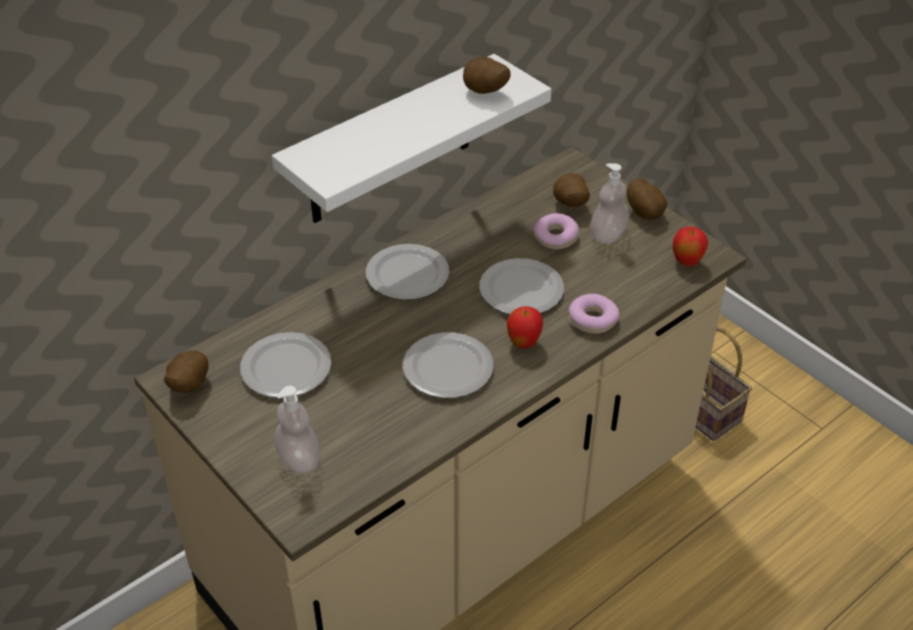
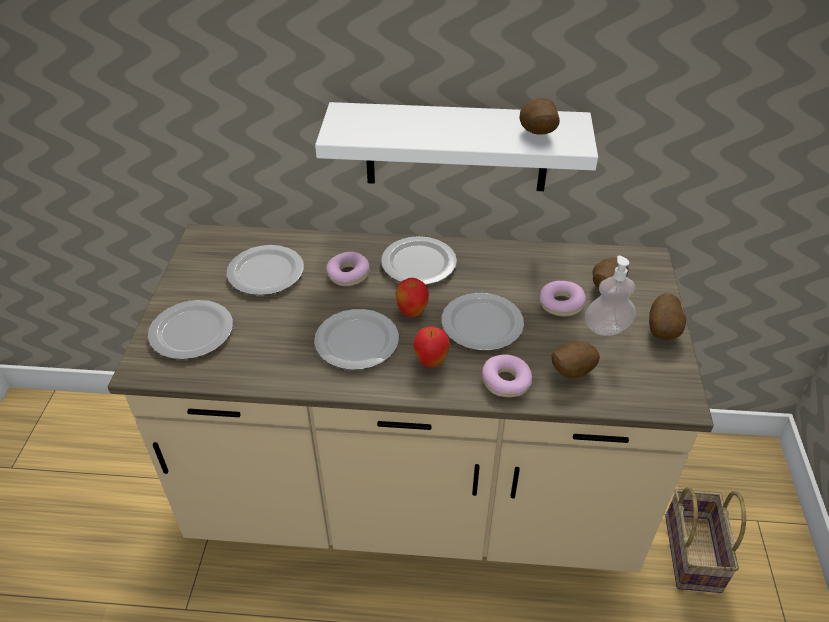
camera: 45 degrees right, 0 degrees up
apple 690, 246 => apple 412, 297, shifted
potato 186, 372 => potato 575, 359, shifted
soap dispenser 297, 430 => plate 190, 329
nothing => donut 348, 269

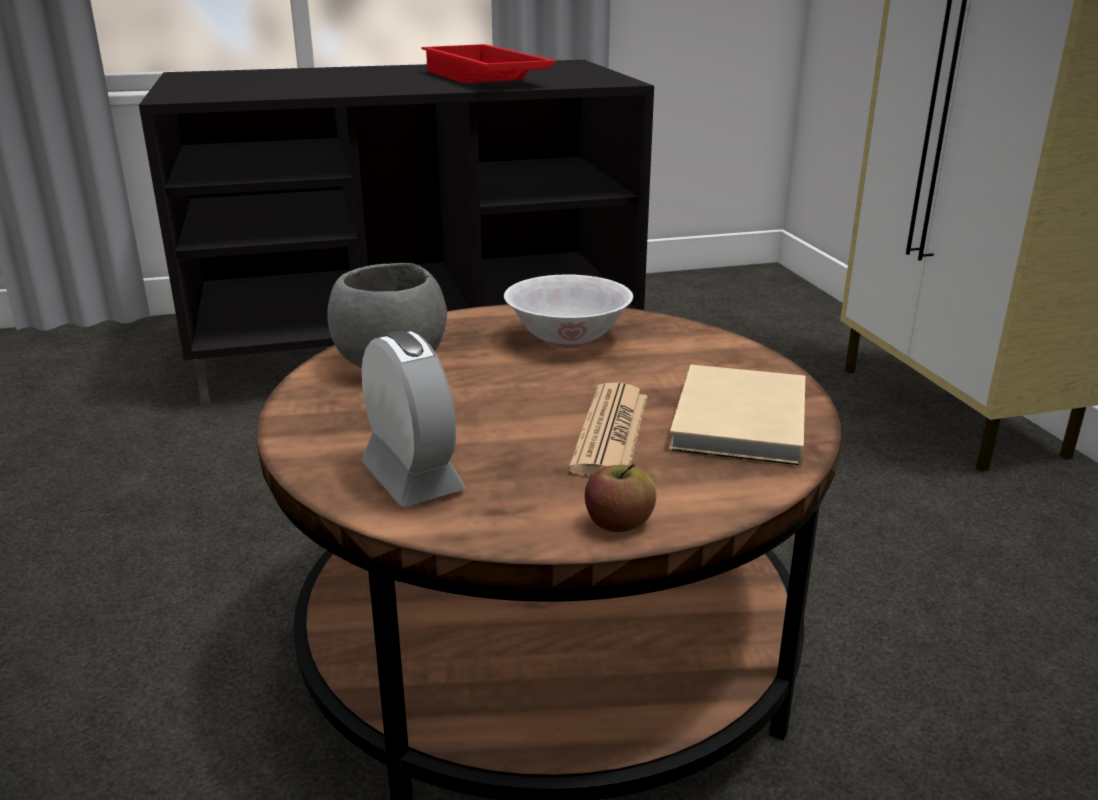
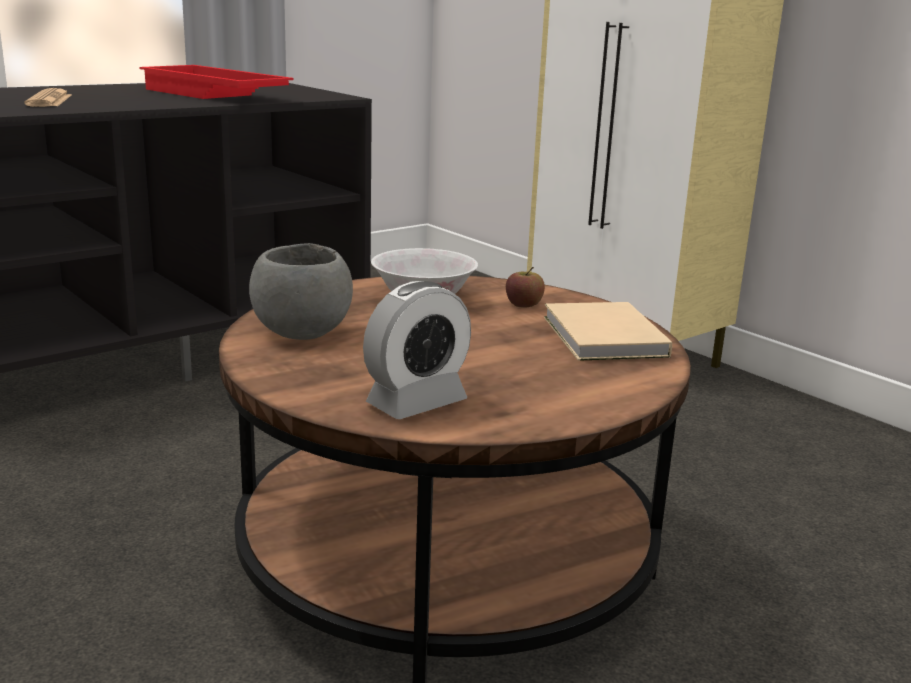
camera: 25 degrees left, 5 degrees down
alarm clock 413, 418 => alarm clock 417, 350, 105 degrees clockwise
newspaper 608, 429 => newspaper 47, 97, shifted
apple 620, 498 => apple 525, 287, shifted

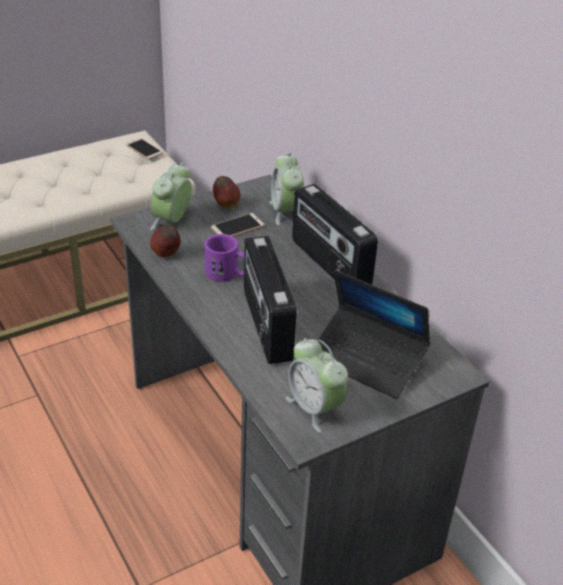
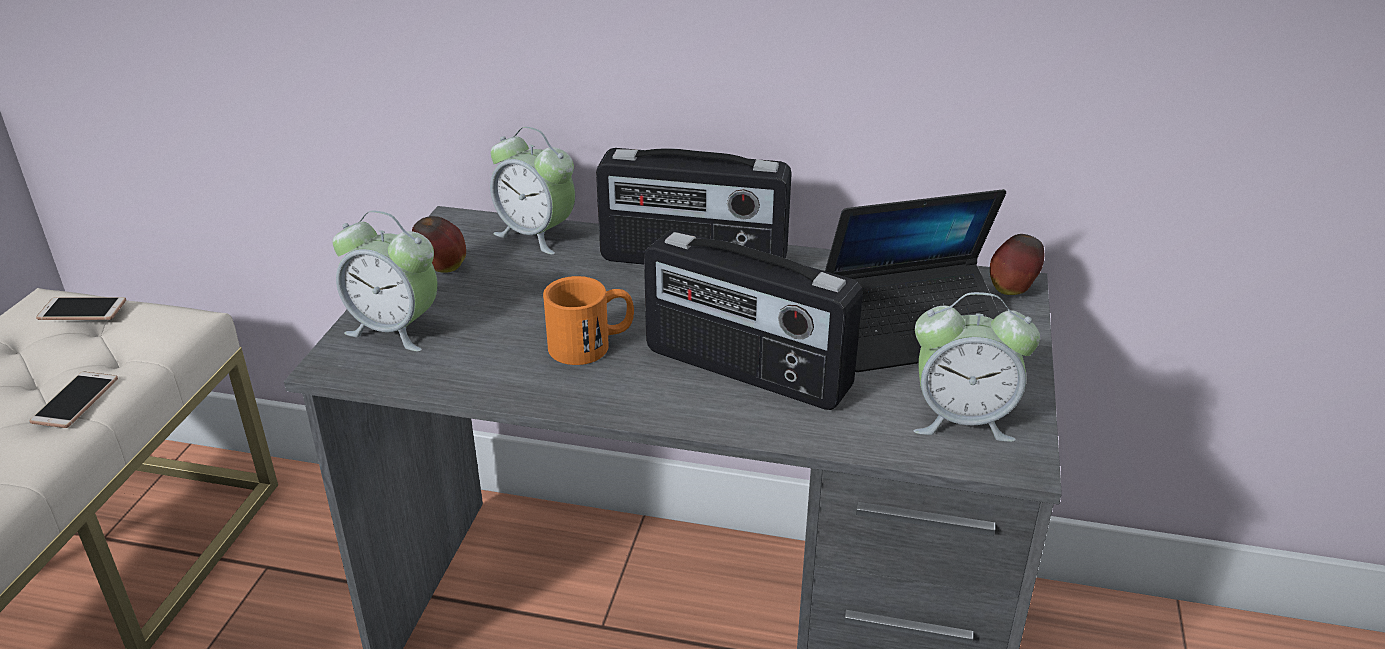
camera: 45 degrees left, 5 degrees down
alarm clock 171, 196 => alarm clock 385, 281, 45 degrees counterclockwise
phone 238, 225 => phone 73, 400, shifted
apple 165, 241 => apple 1017, 264, shifted
mug/purple 224, 258 => mug/orange 588, 320

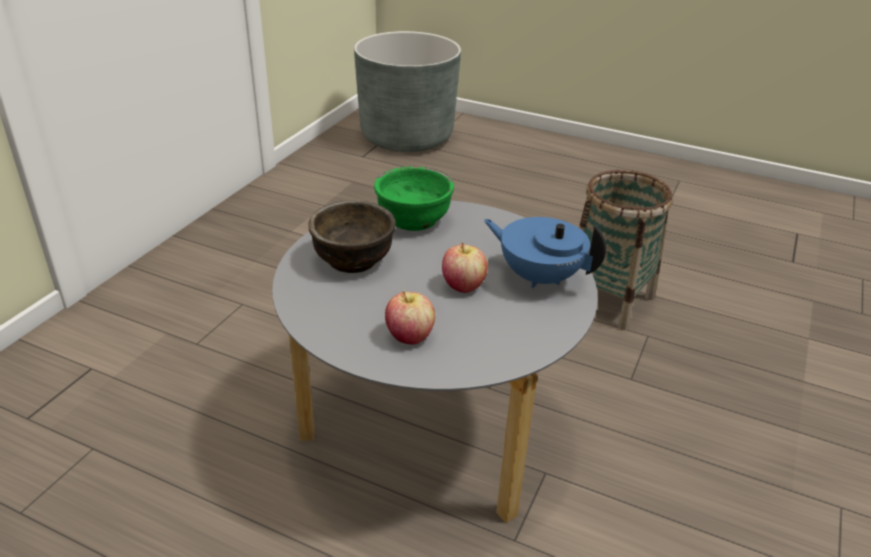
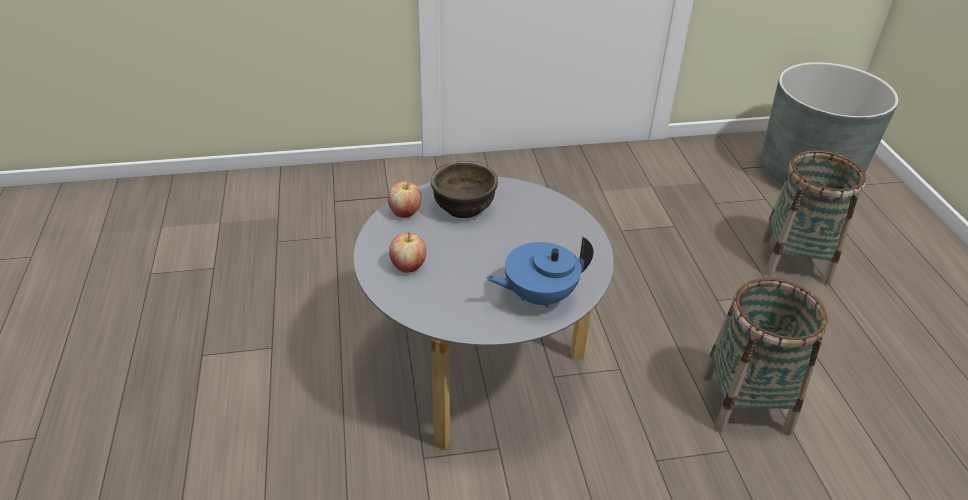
camera: 55 degrees right, 5 degrees up
bowl/green 414, 198 => nothing
teapot/blue 545, 252 => teapot/blue 539, 272, 105 degrees counterclockwise
apple 465, 267 => apple 405, 199, shifted
nothing => basket 813, 217

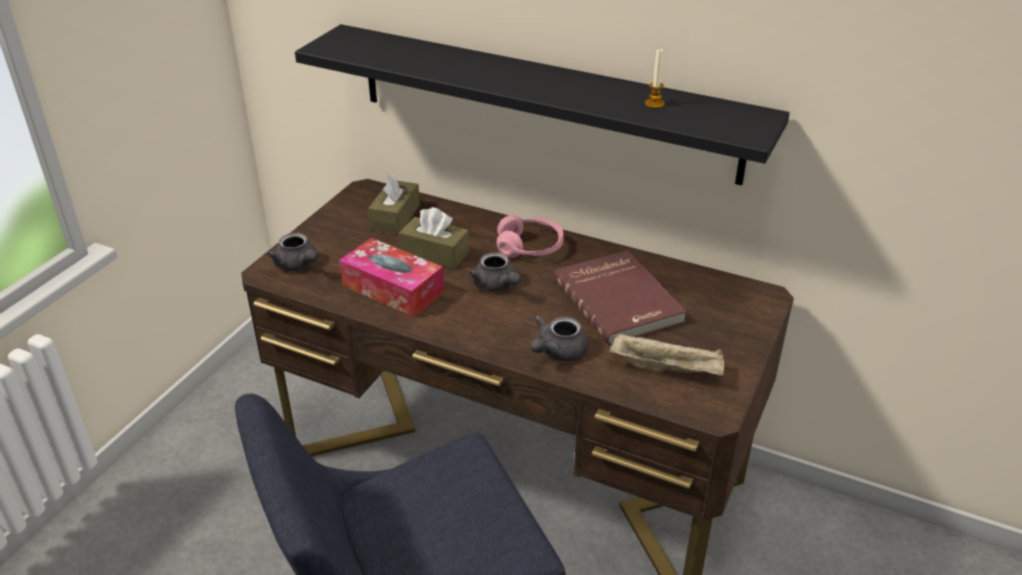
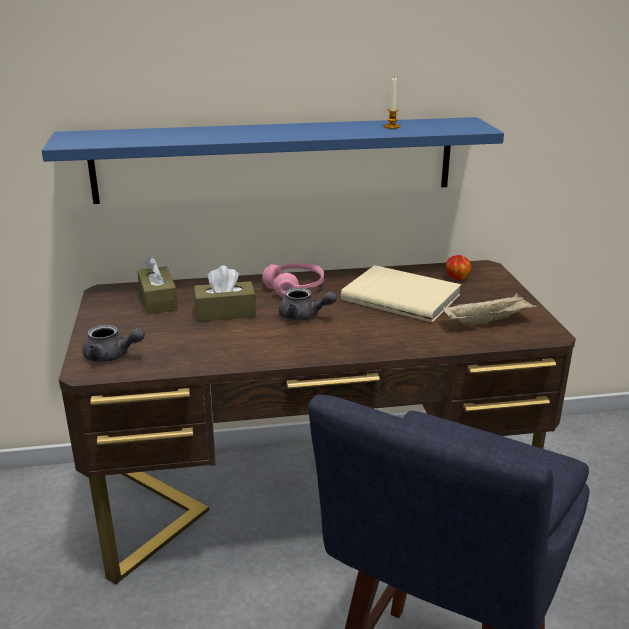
camera: 35 degrees left, 10 degrees down
shelf/black 542, 104 => shelf/blue 273, 160
tissue box 391, 277 => nothing
book/red 620, 297 => book/beige 401, 294
teapot/grey 559, 338 => nothing
nothing => apple 458, 267

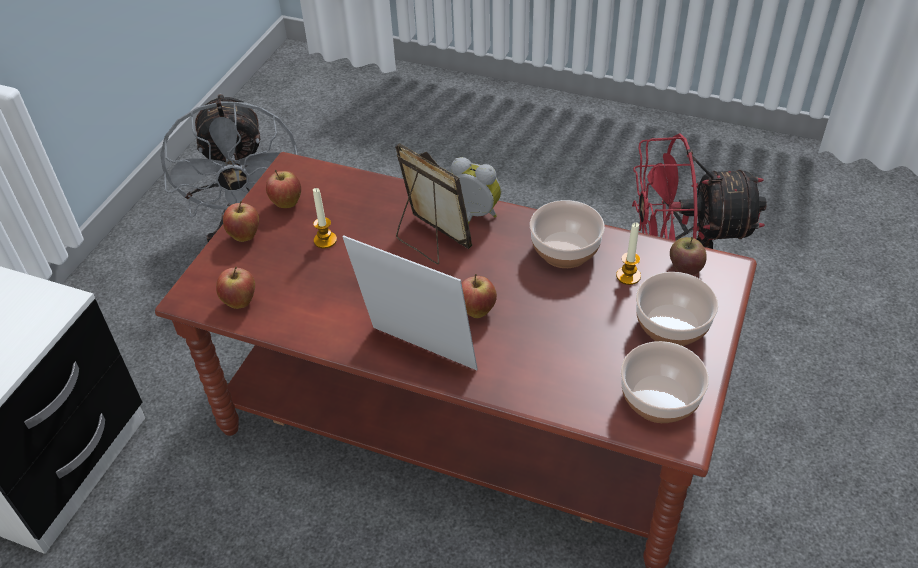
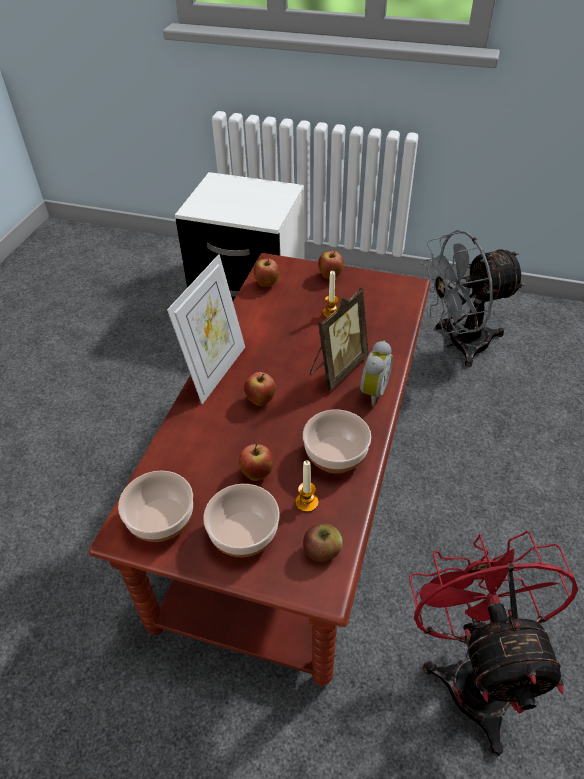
camera: 85 degrees right, 0 degrees up
apple 283, 189 => apple 256, 462, shifted

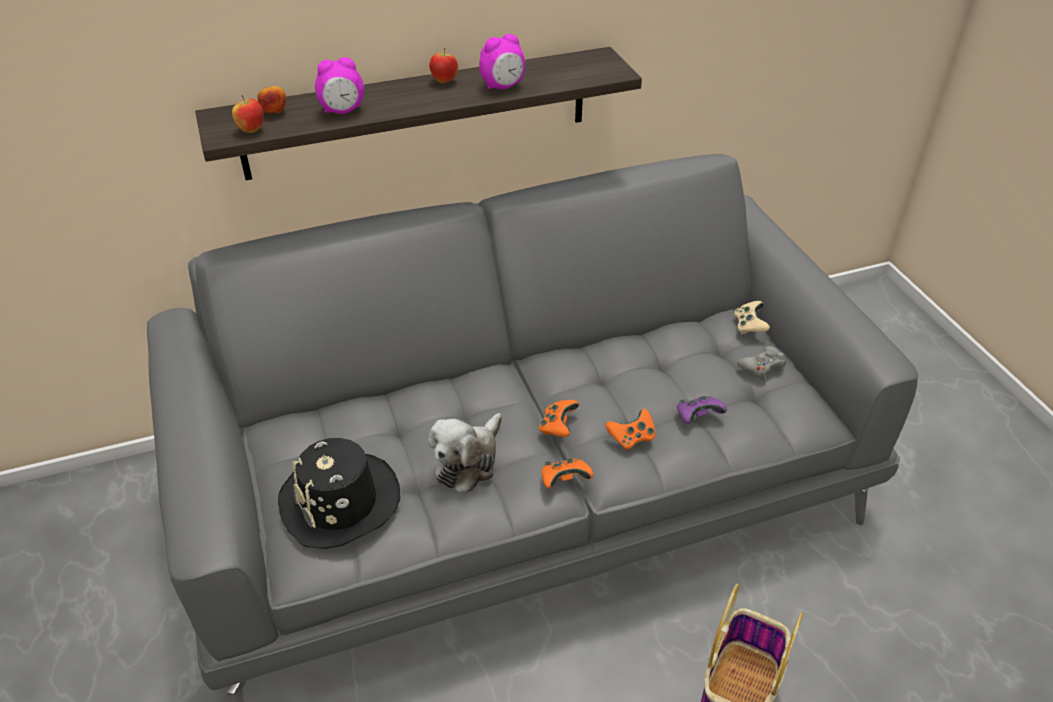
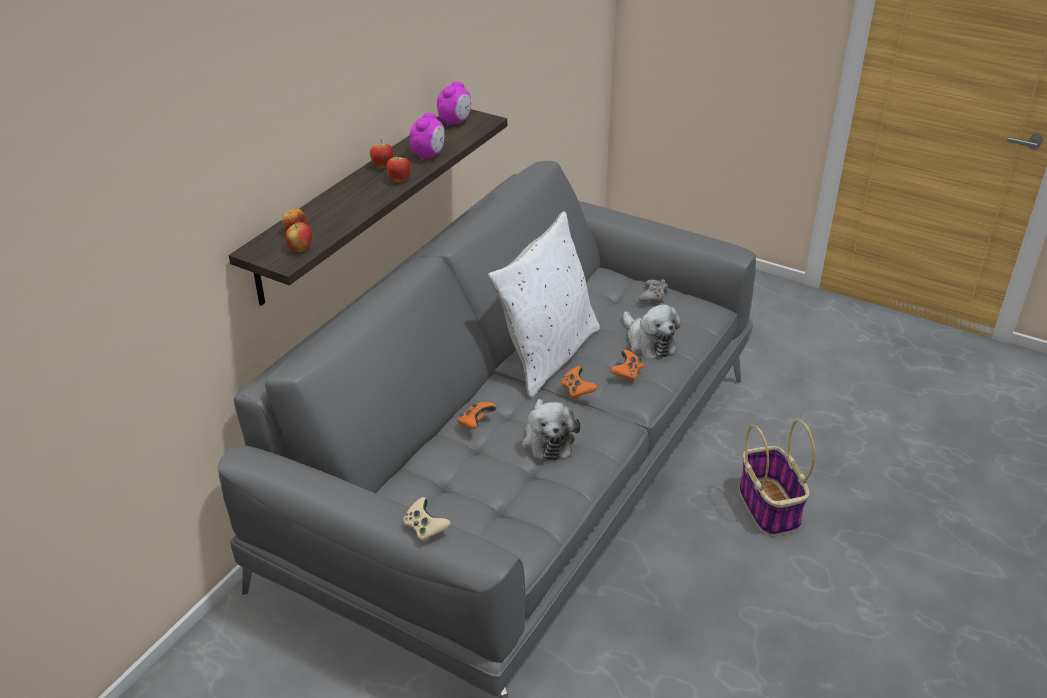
camera: 40 degrees left, 5 degrees down
alarm clock 339, 85 => alarm clock 454, 103, shifted
game controller/beige 752, 317 => game controller/beige 427, 519, shifted
game controller/purple 702, 410 => plush toy 652, 332
hat/black 339, 493 => nothing
game controller/orange 568, 473 => game controller/orange 477, 415, shifted
nothing => apple 399, 167
nothing => pillow/white 544, 305

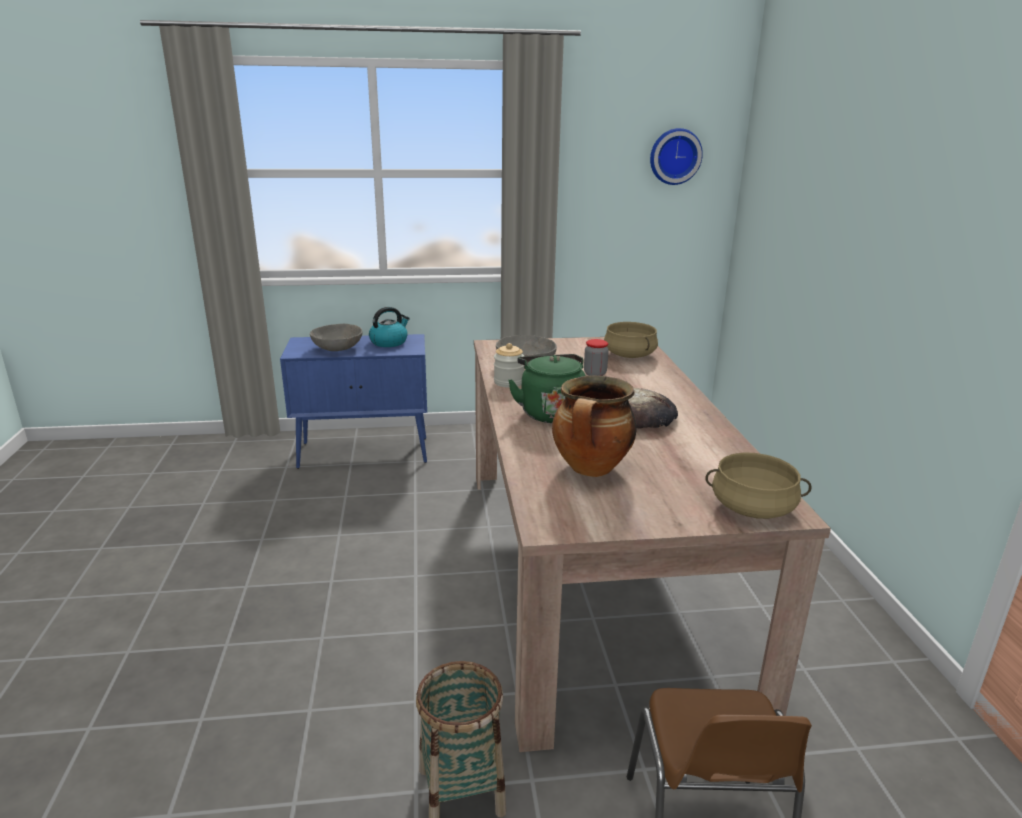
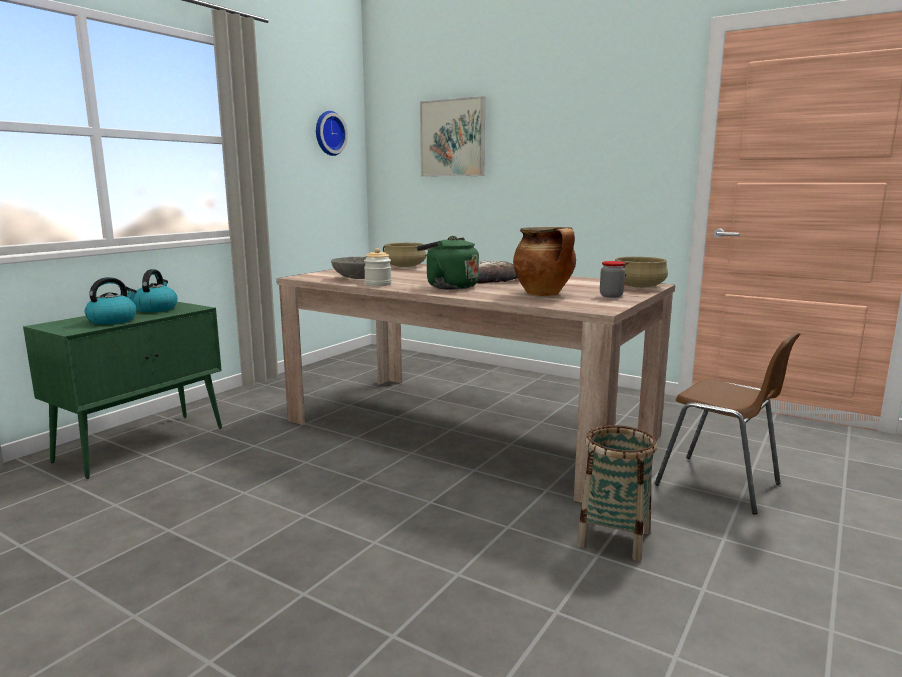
camera: 50 degrees left, 10 degrees down
bowl/grey 336, 337 => kettle 111, 301
cabinet/blue 353, 401 => cabinet/green 122, 390
jar 596, 357 => jar 612, 279, shifted
nothing => picture 452, 136

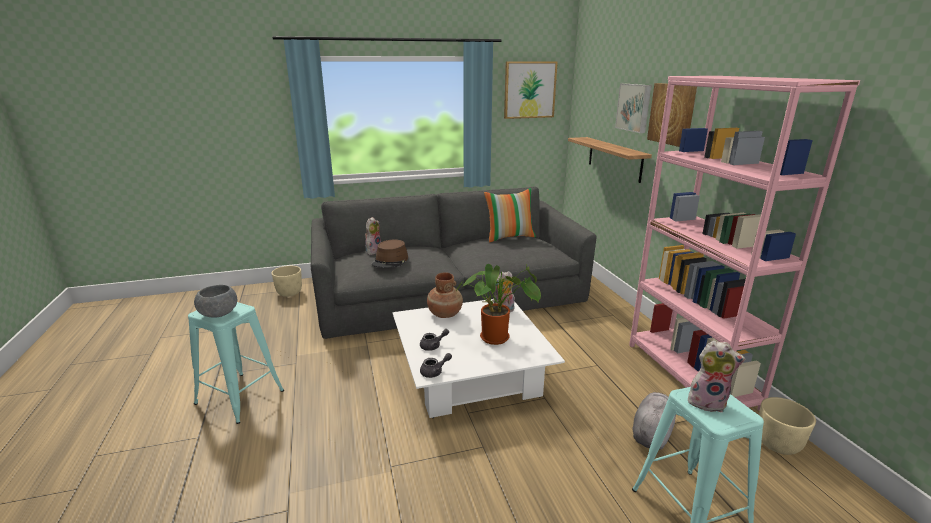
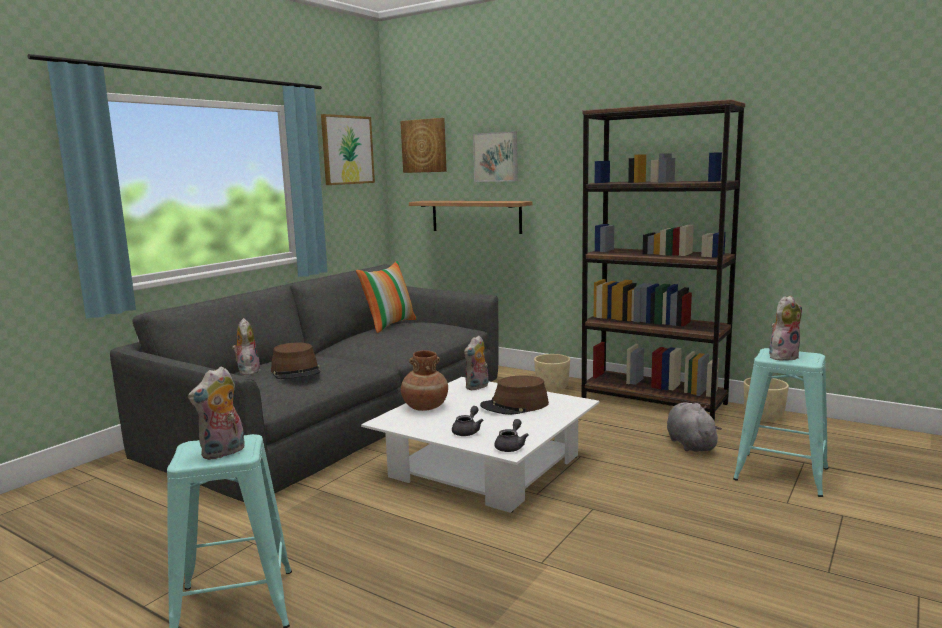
camera: 40 degrees left, 10 degrees down
bookcase/pink 744, 243 => bookcase/brown 663, 259
picture 672, 115 => picture 423, 145, shifted
potted plant 498, 304 => hat/brown 514, 395
planter/beige 286, 281 => planter/beige 552, 373, shifted
bowl/grey 215, 301 => plush toy 216, 413

